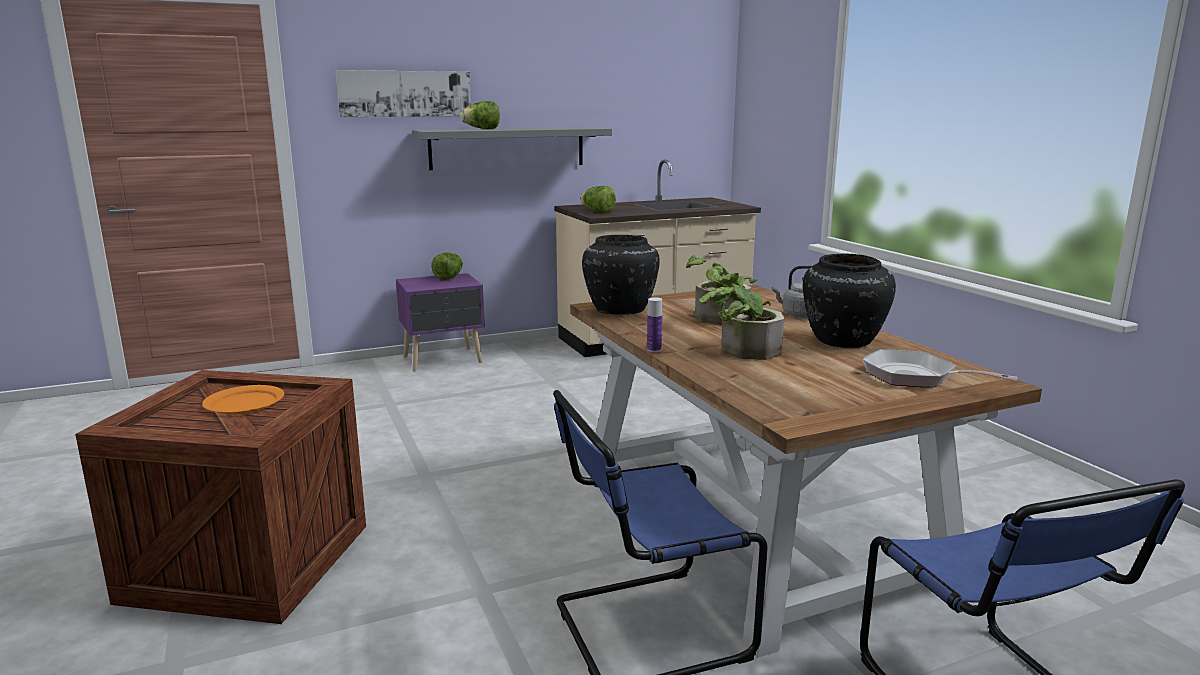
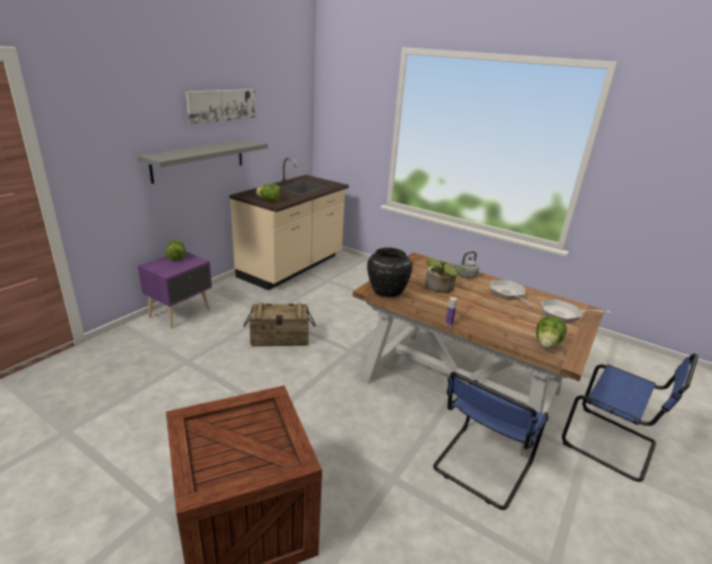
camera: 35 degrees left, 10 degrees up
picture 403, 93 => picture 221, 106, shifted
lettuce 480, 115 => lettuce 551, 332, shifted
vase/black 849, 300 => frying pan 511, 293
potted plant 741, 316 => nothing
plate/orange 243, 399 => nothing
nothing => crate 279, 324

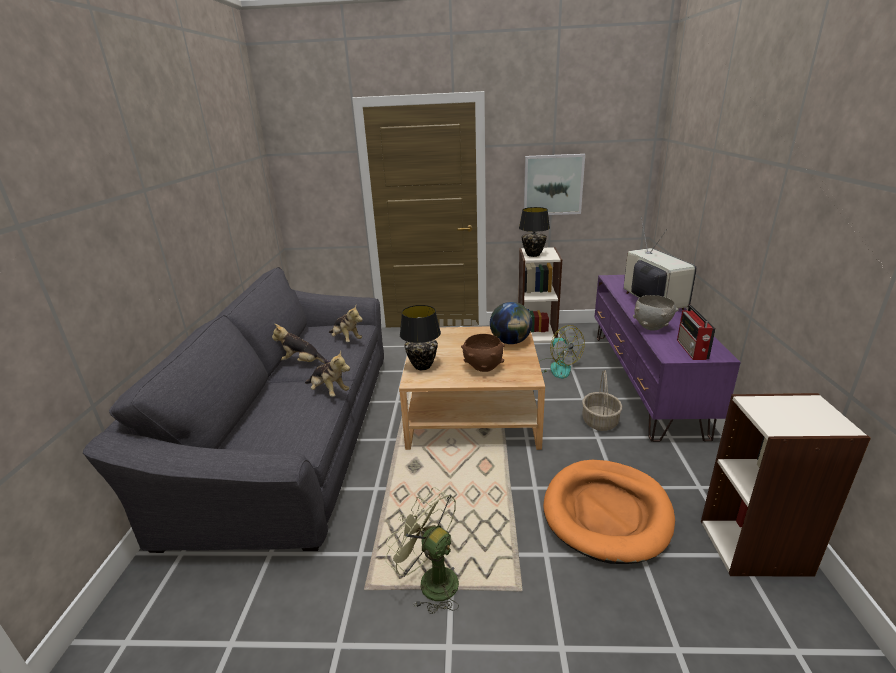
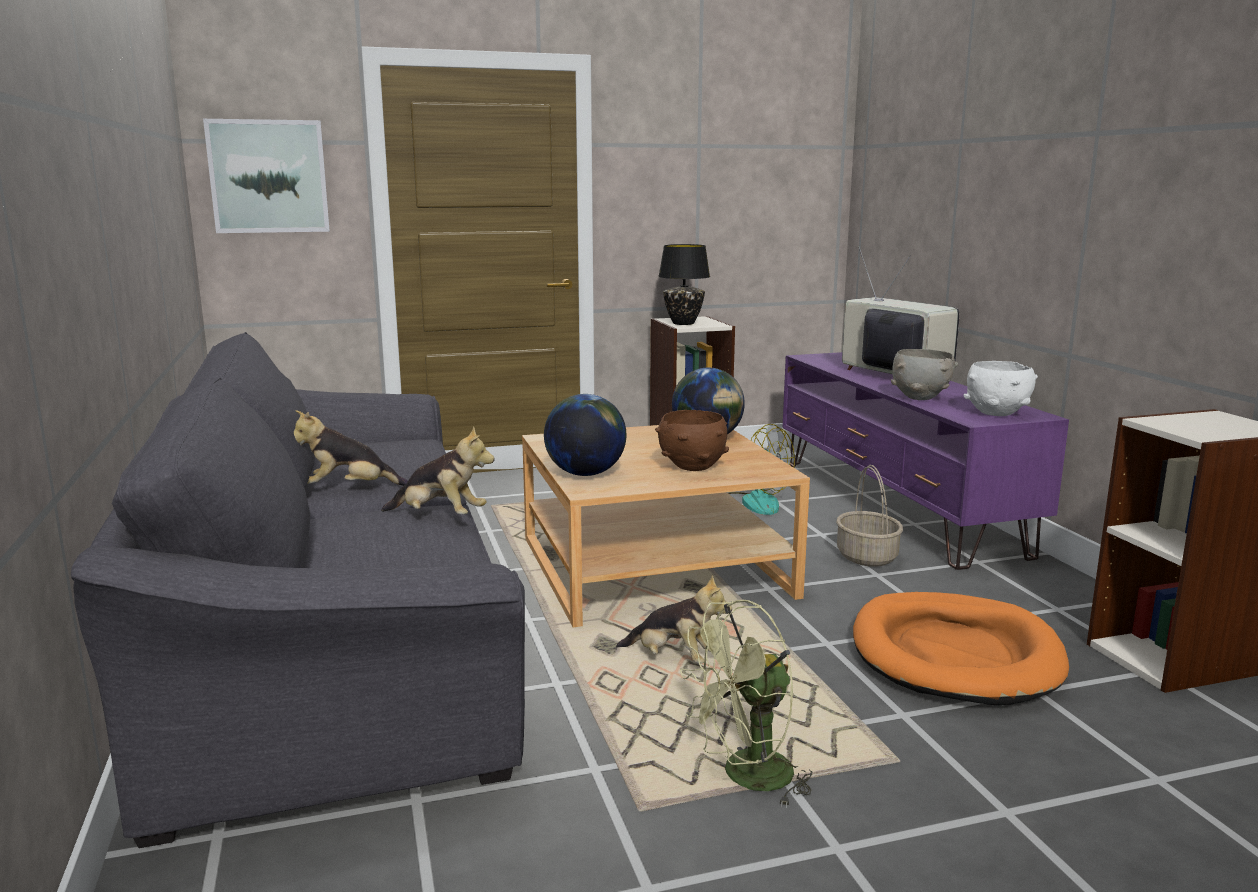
camera: 20 degrees left, 10 degrees down
picture 554, 184 => picture 266, 176, shifted
table lamp/black 420, 337 => globe 585, 435
radio 696, 332 => bowl/white 1000, 388
plush toy 346, 324 => plush toy 674, 619, shifted
fan/green 422, 550 => fan/green 746, 704, 45 degrees counterclockwise

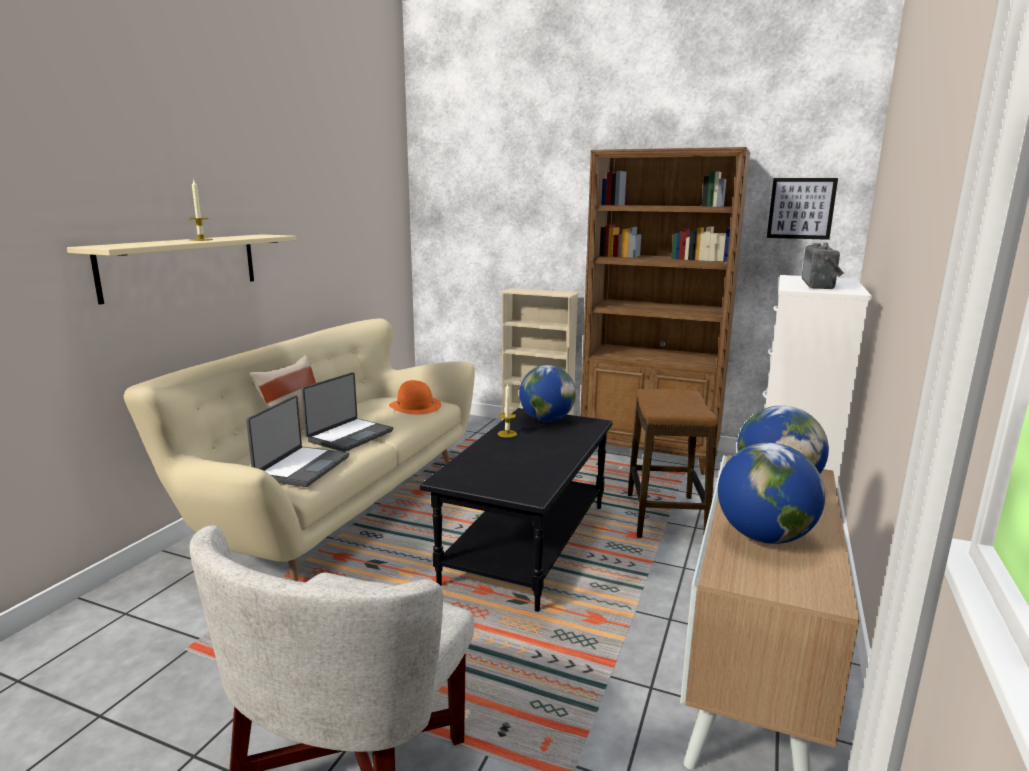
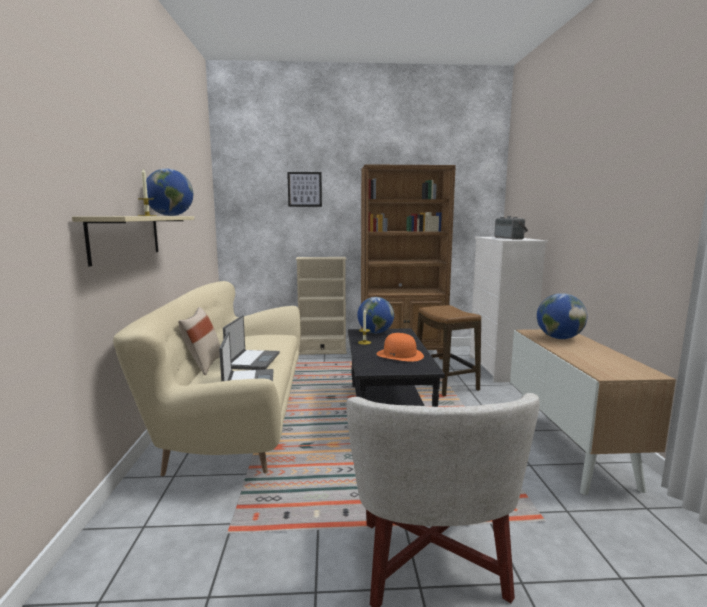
camera: 25 degrees left, 5 degrees down
picture 802, 209 => picture 304, 189, shifted
hat/orange 415, 397 => hat/orange 400, 347, shifted
globe 771, 493 => globe 169, 192, shifted

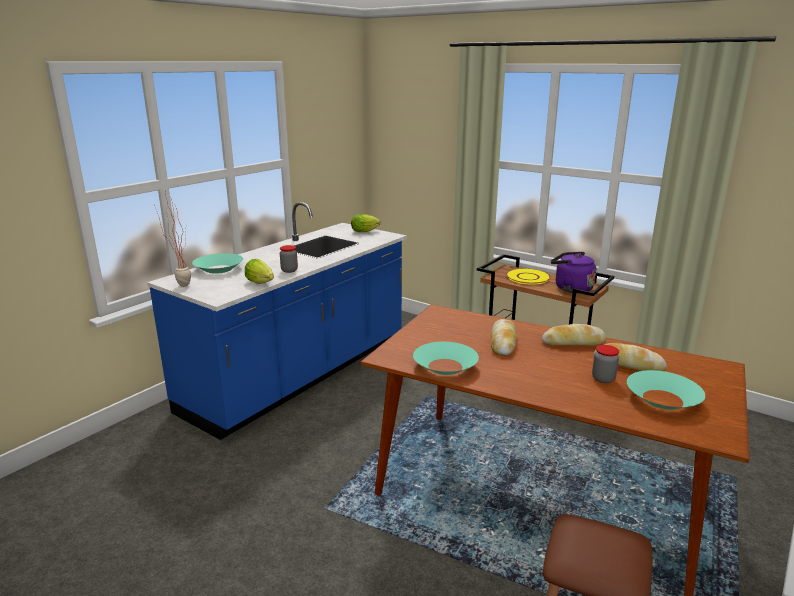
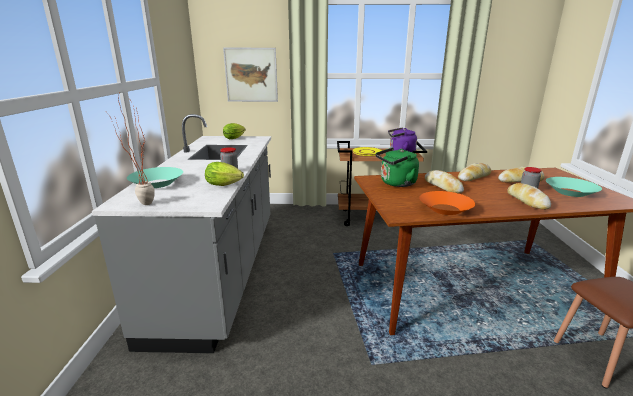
camera: 35 degrees left, 0 degrees up
counter/blue 277, 321 => counter/grey 181, 233
bowl/turquoise 446, 358 => bowl/orange 447, 203
nothing => picture 250, 75
nothing => kettle/green 397, 167
nothing => bread 529, 196

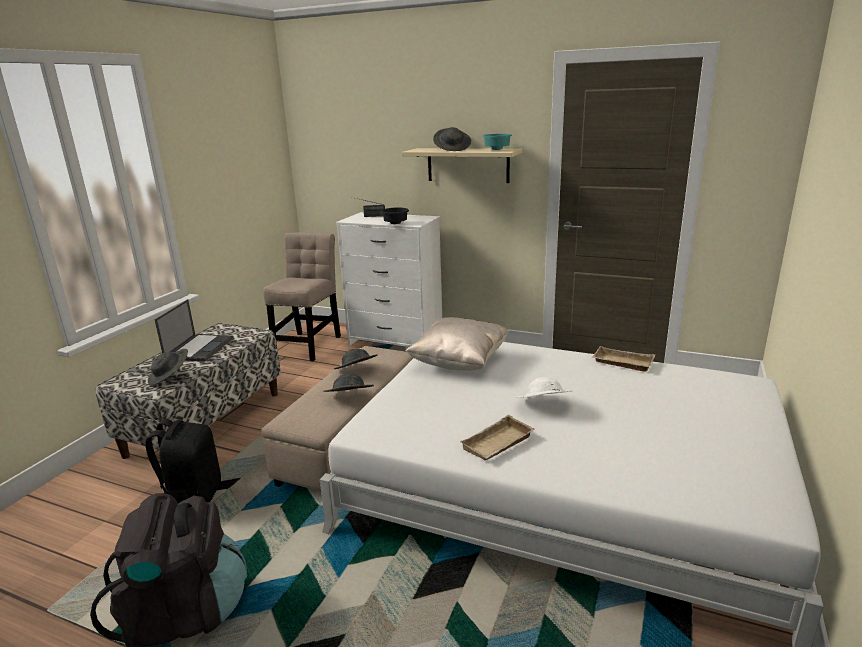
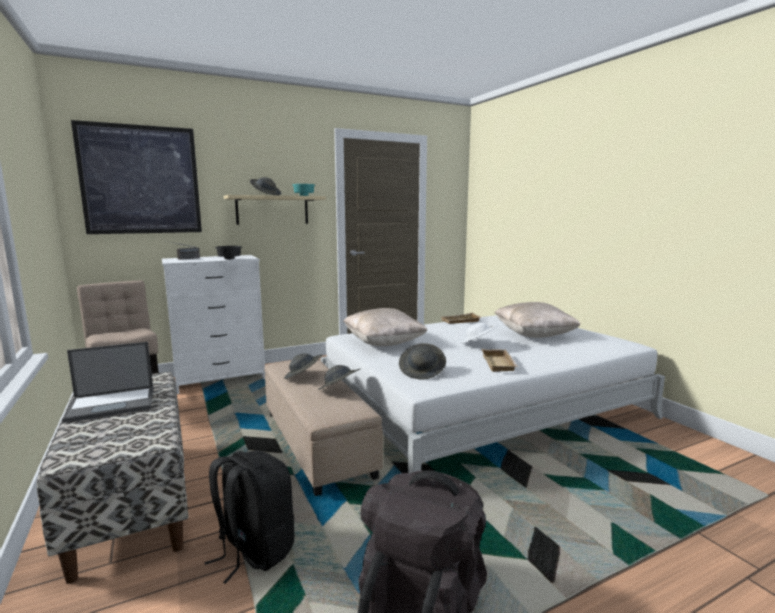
camera: 50 degrees left, 10 degrees down
laptop 193, 330 => laptop 107, 382, 105 degrees clockwise
hat/grey 168, 367 => hat/grey 422, 361, shifted
nothing => picture 136, 177
nothing => pillow/beige 537, 320

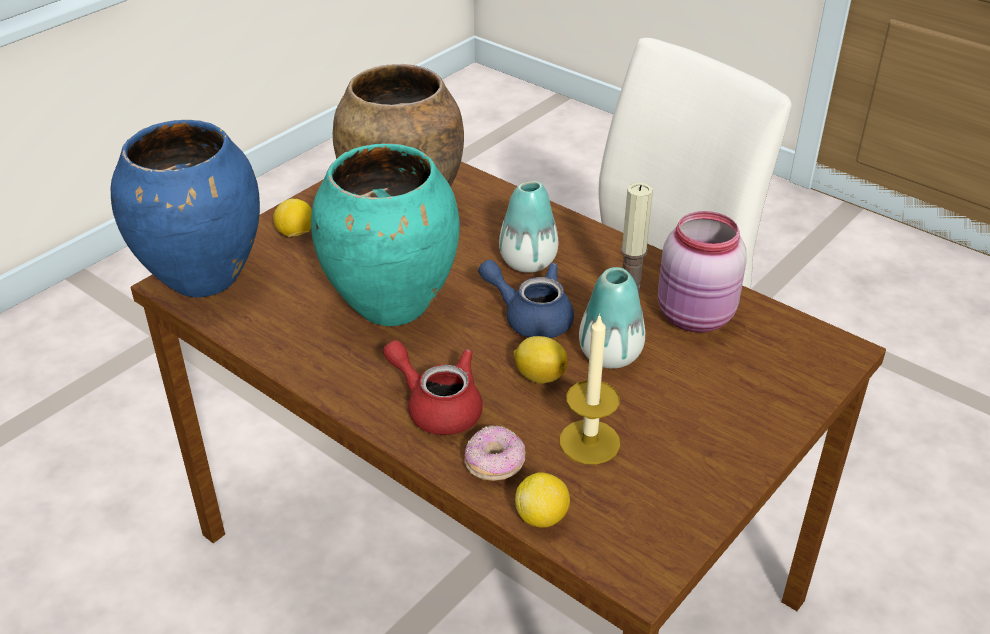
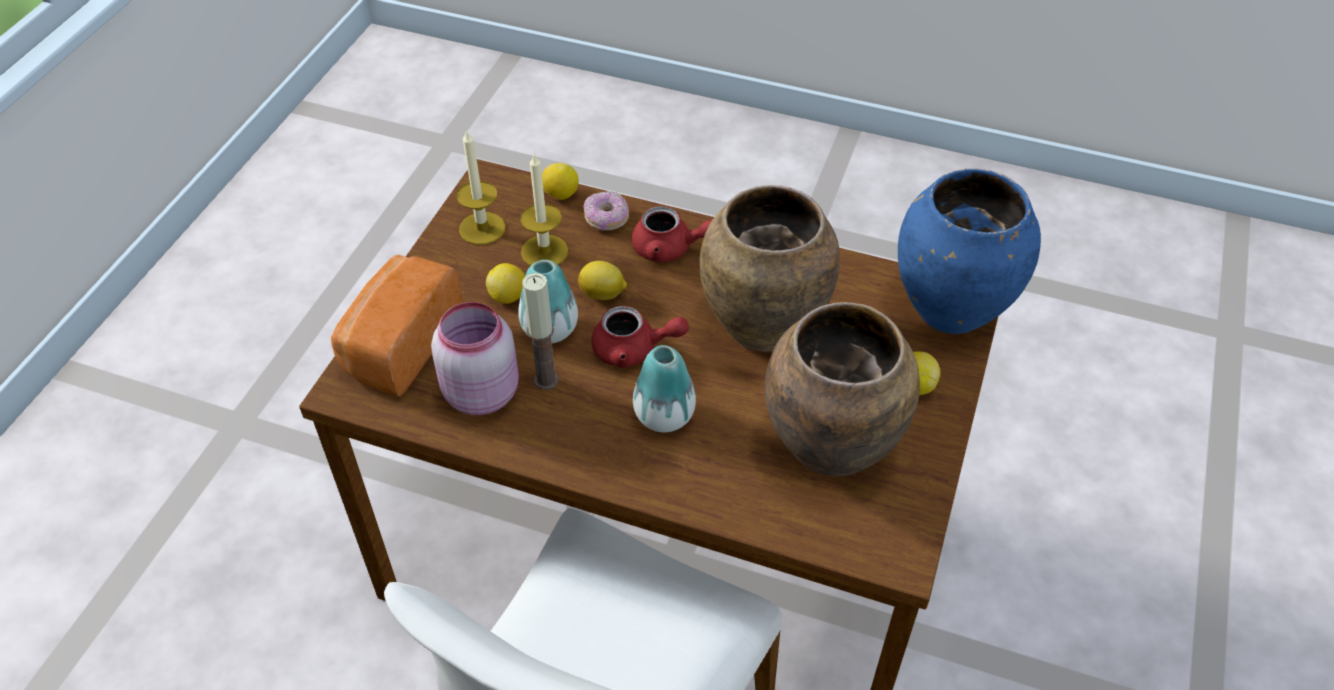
camera: 160 degrees right, 10 degrees up
vase/turquoise 385, 234 => vase/brown 769, 268
teapot/blue 526, 299 => teapot/red 640, 337
nothing => candle 481, 187
nothing => bread 396, 325
nothing => lemon 505, 283

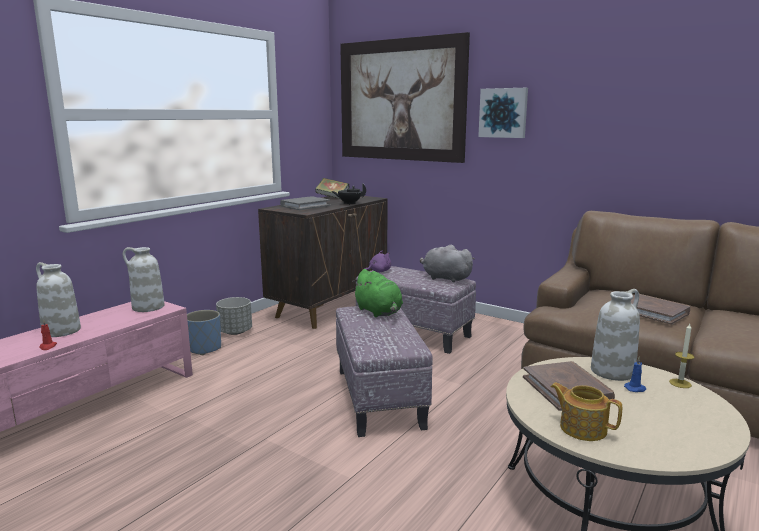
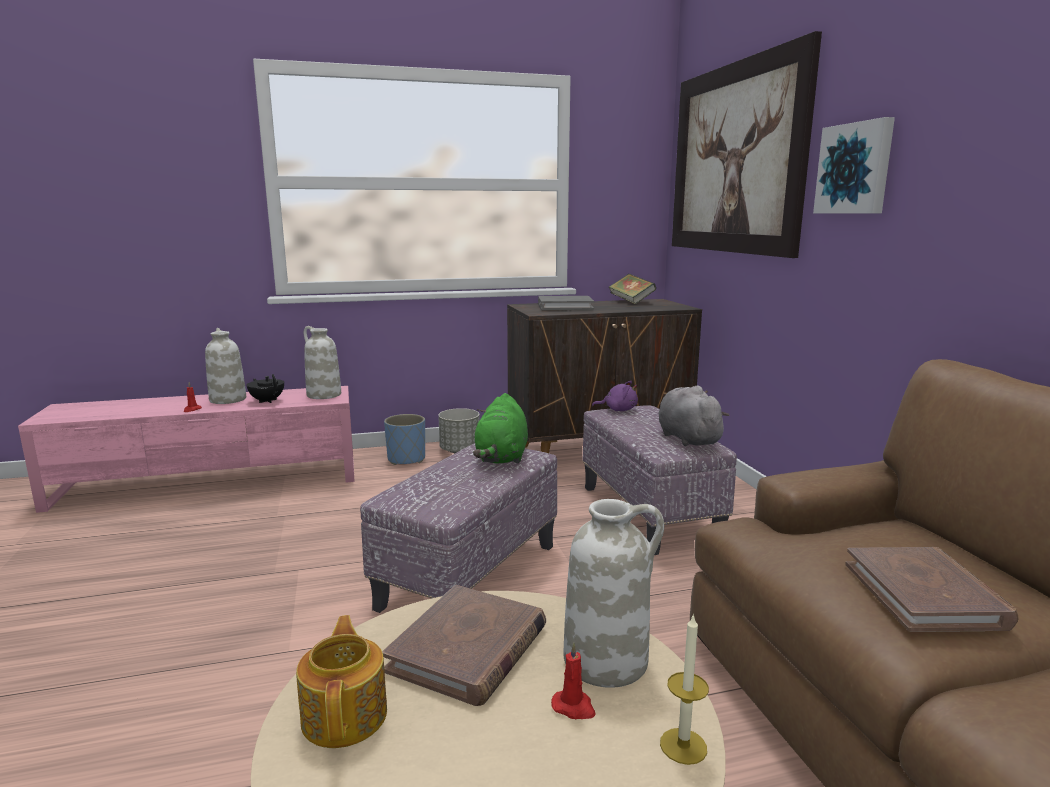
camera: 40 degrees right, 0 degrees up
teapot/black 349, 194 => teapot/black 265, 388, shifted
candle/blue 635, 374 => candle/red 573, 681

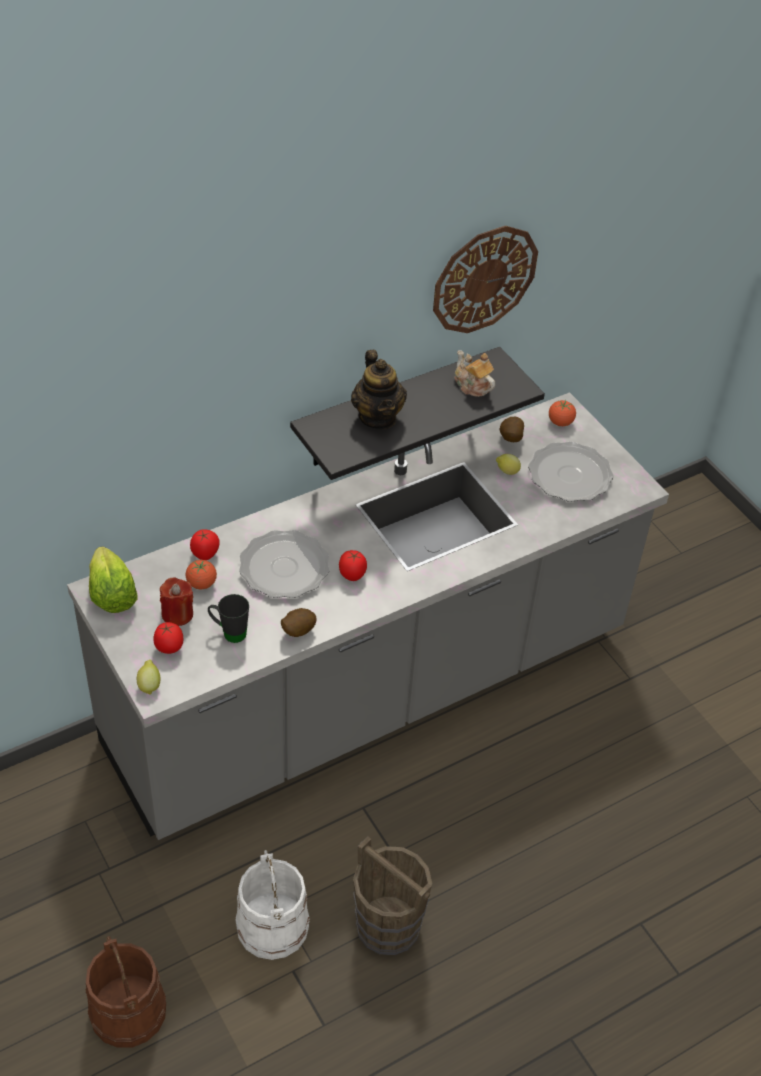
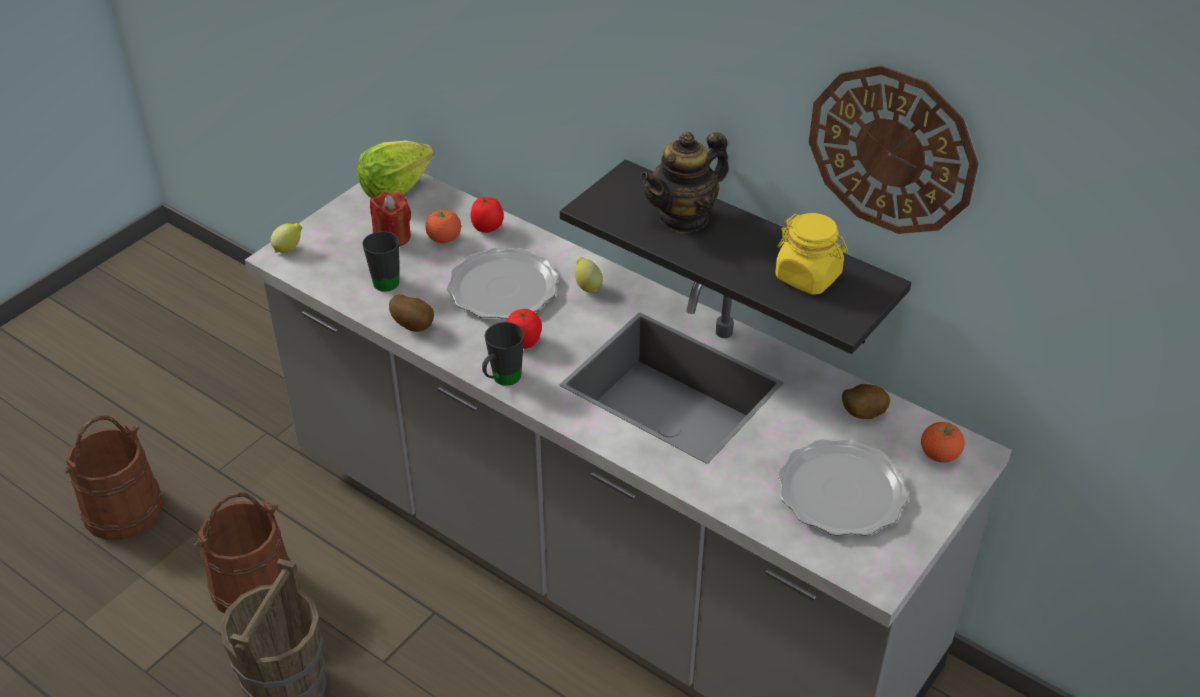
camera: 70 degrees right, 5 degrees down
teapot 475, 373 => jar/yellow 811, 254
lemon 508, 464 => lemon 589, 275, shifted
tomato 168, 638 => nothing
bucket/white 272, 905 => bucket/brown 242, 553
nothing => mug/black 503, 354

